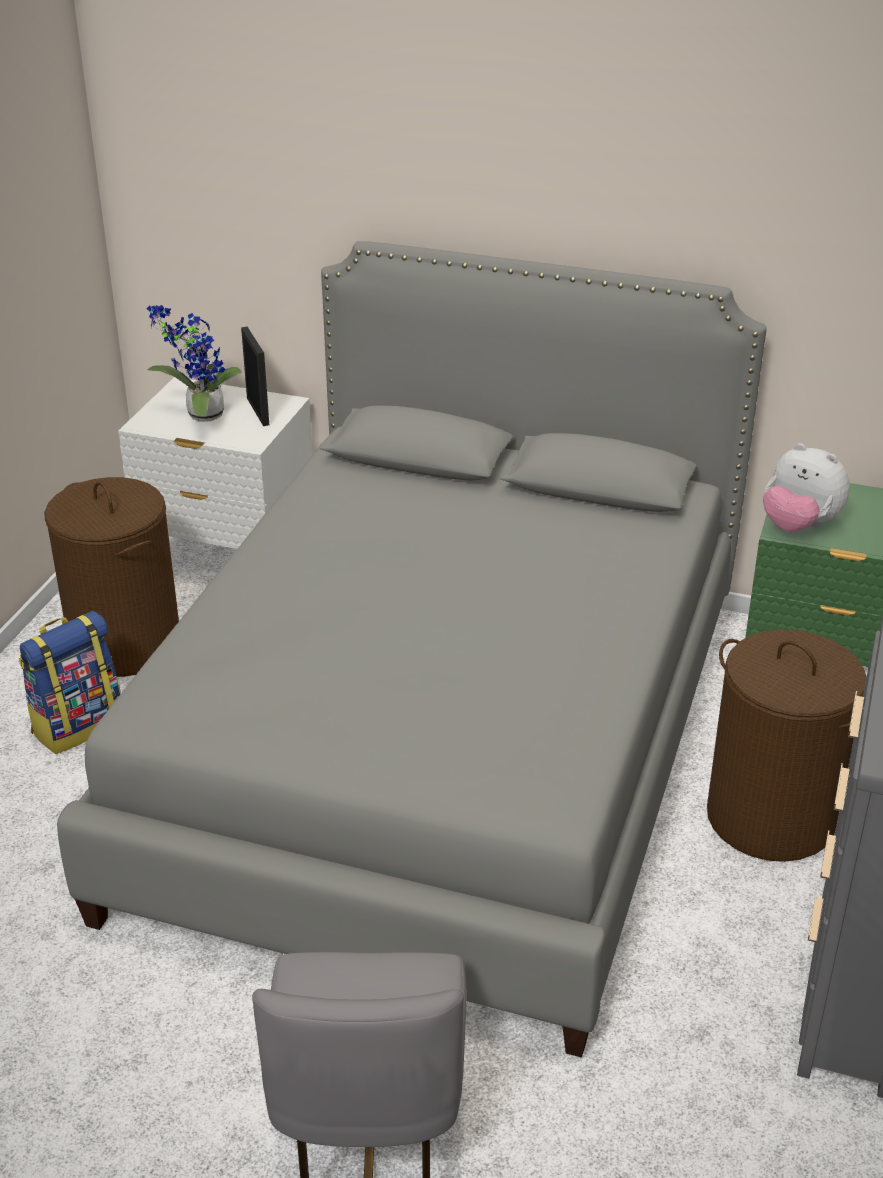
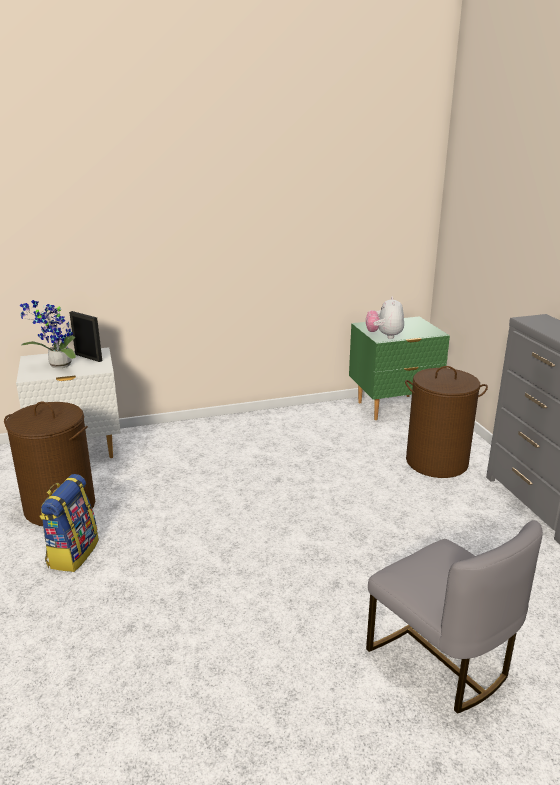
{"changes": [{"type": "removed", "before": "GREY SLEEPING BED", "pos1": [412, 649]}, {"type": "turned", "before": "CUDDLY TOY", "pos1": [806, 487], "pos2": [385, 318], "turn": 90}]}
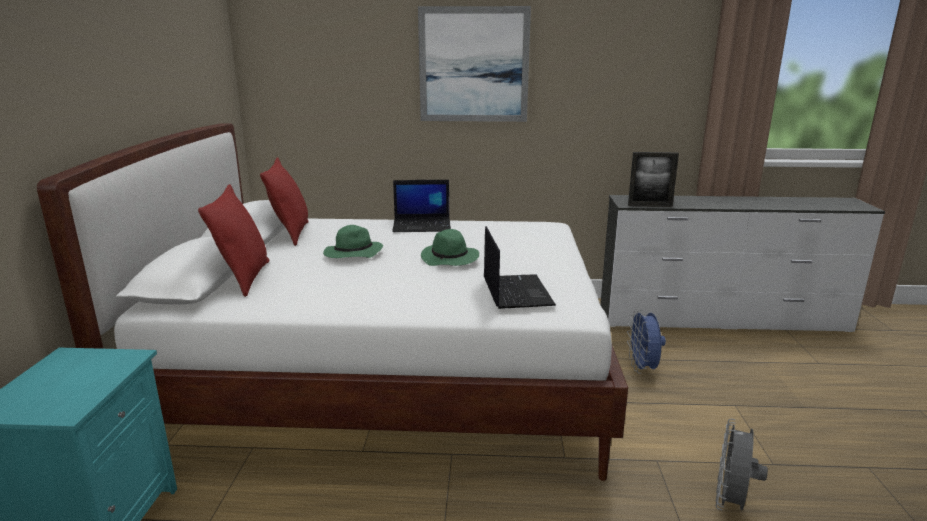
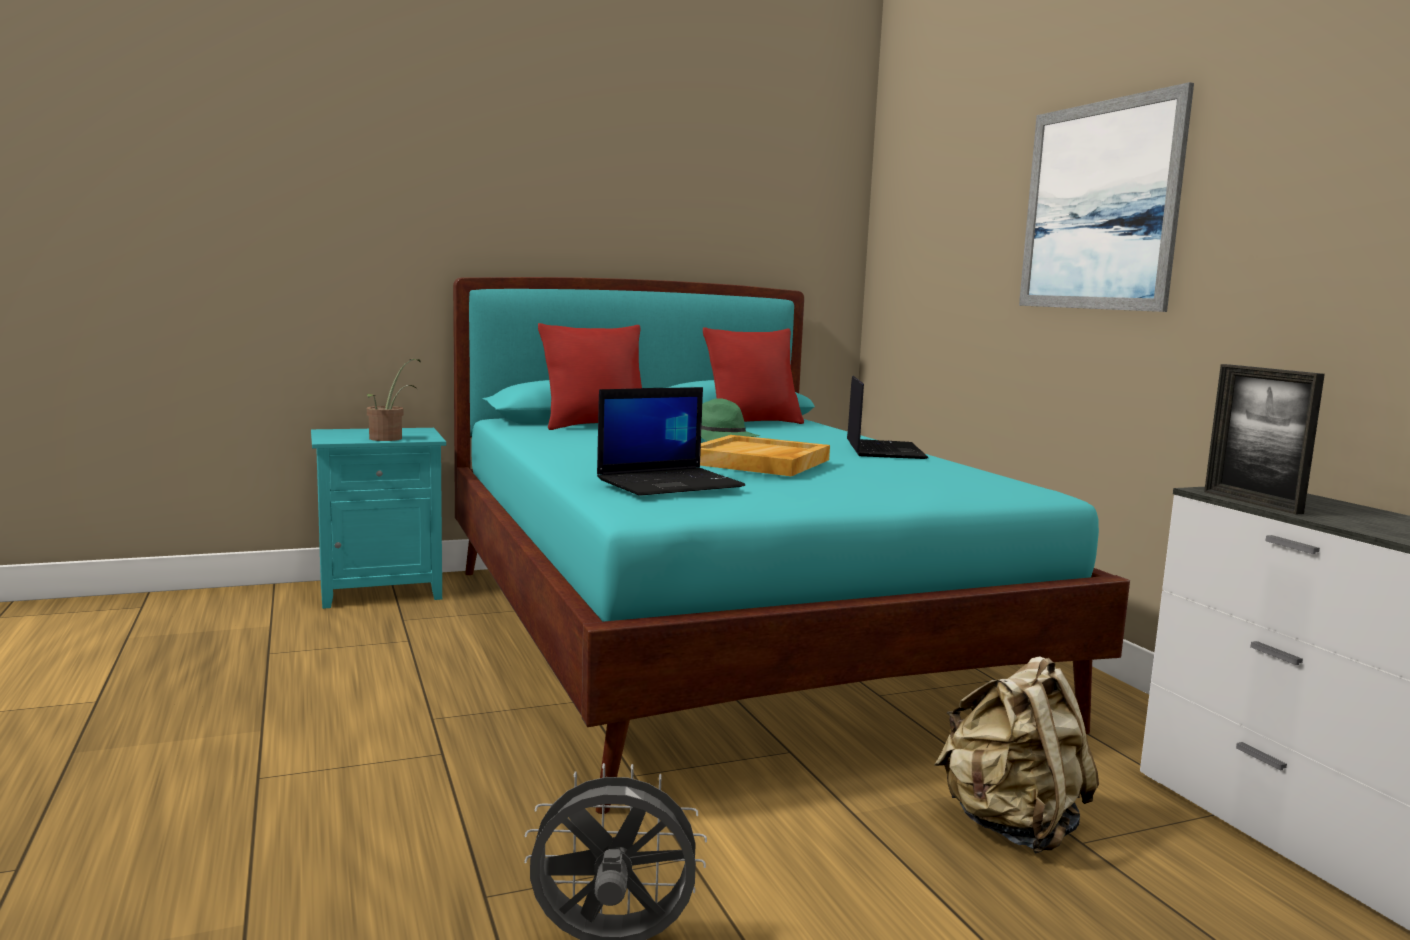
{"changes": [{"type": "added", "after": "POTTED PLANT", "pos2": [394, 400]}, {"type": "replaced", "before": "GREENISH HAT", "after": "BEIGE CARRYING TRAY", "pos1": [450, 247], "pos2": [765, 455]}, {"type": "replaced", "before": "BLUISH COOLING FAN", "after": "BEIGE RUCKSACK", "pos1": [646, 341], "pos2": [1016, 755]}, {"type": "recoloured", "before": "WHITE SLEEPING BED", "after": "BLUE-GREEN SLEEPING BED", "pos1": [332, 302], "pos2": [791, 545]}, {"type": "turned", "before": "NOTEBOOK COMPUTER", "pos1": [421, 206], "pos2": [887, 417], "turn": -150}]}
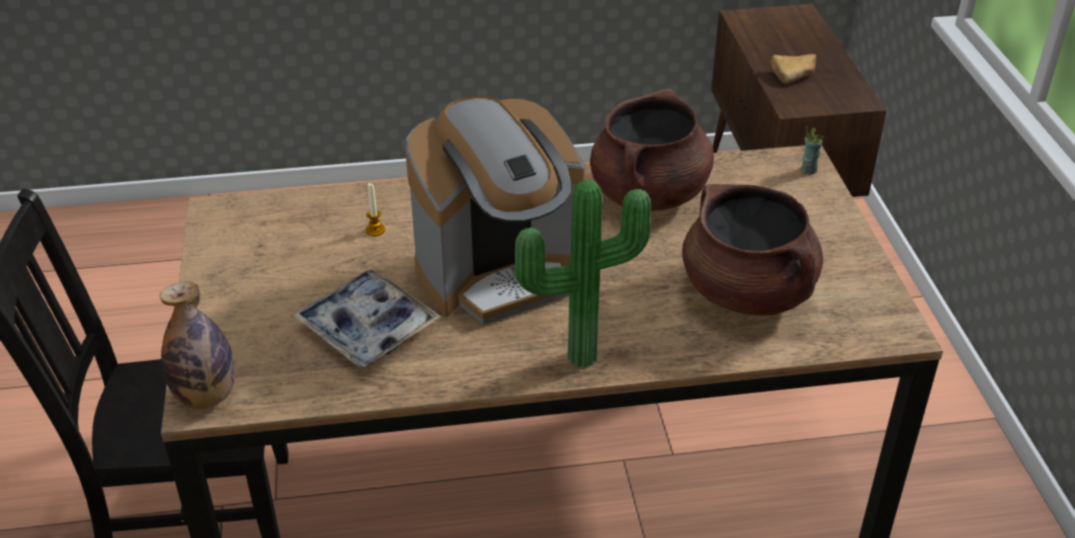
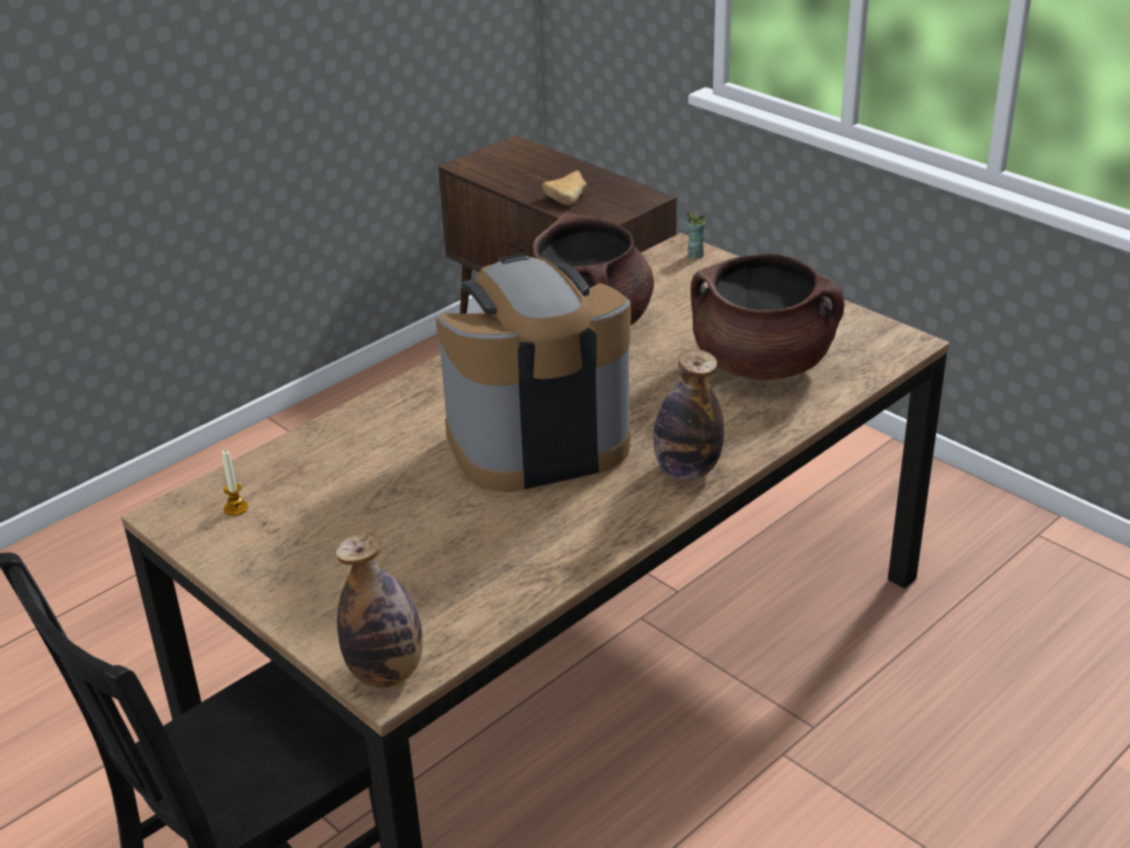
{"changes": [{"type": "removed", "before": "CARRYING TRAY", "pos1": [366, 318]}, {"type": "moved", "before": "WAX LIGHT", "pos1": [375, 209], "pos2": [235, 483]}, {"type": "replaced", "before": "POTTED PLANT", "after": "DRINK BOTTLE", "pos1": [583, 274], "pos2": [688, 414]}, {"type": "turned", "before": "COFFEE BREWER", "pos1": [495, 210], "pos2": [533, 373], "turn": -135}]}
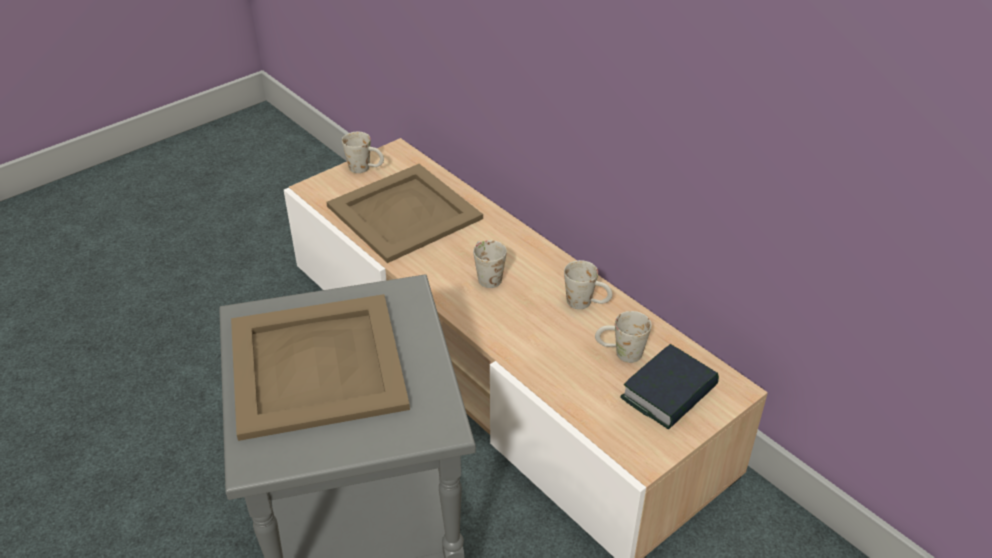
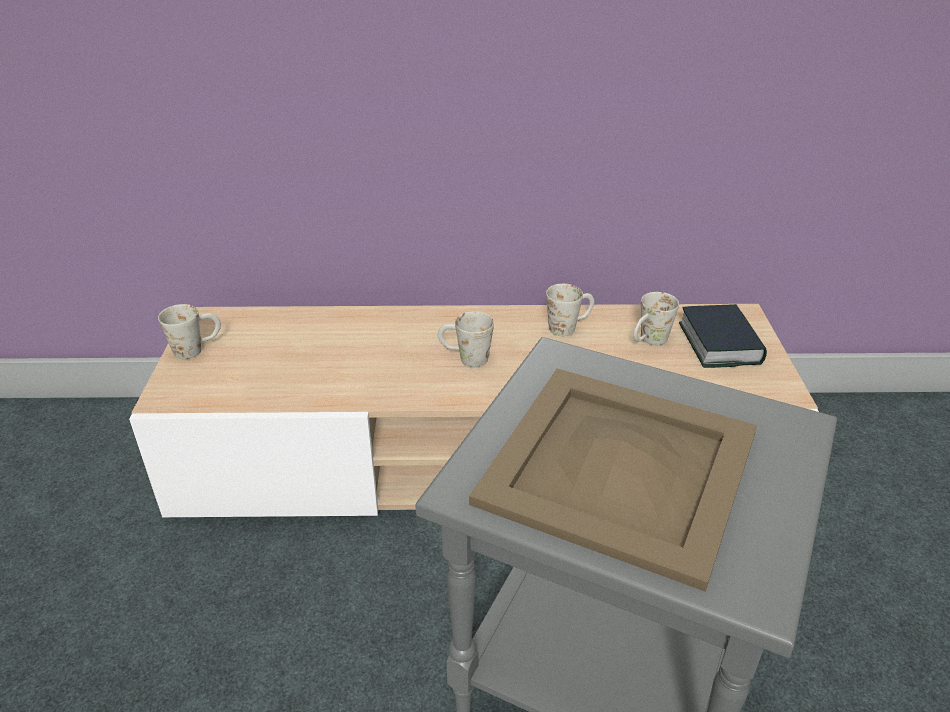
{"changes": [{"type": "removed", "before": "BEIGE CARRYING TRAY", "pos1": [404, 213]}]}
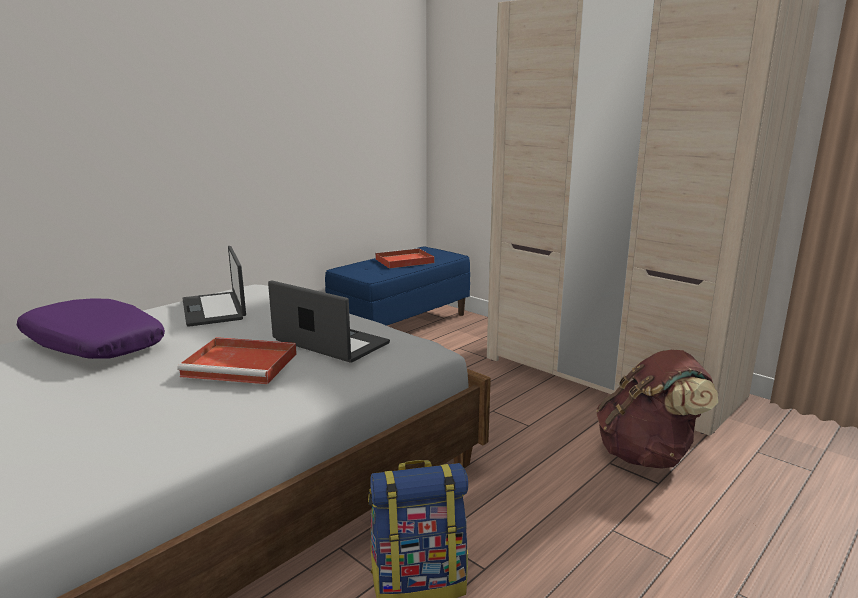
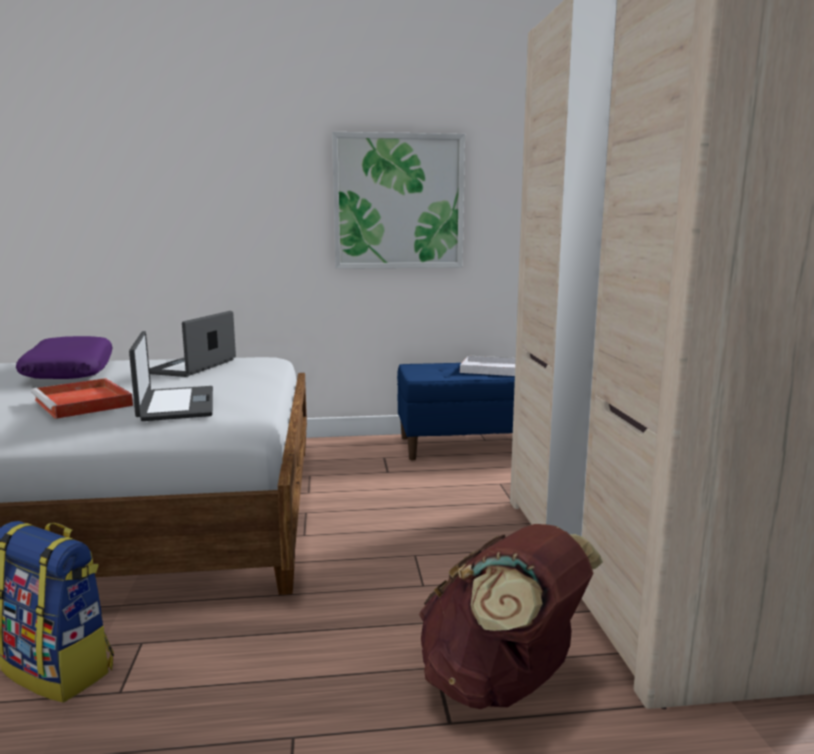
{"changes": [{"type": "added", "after": "WALL ART", "pos2": [398, 200]}, {"type": "recoloured", "before": "RED-COLOURED CARRYING TRAY", "after": "WHITE CARRYING TRAY", "pos1": [405, 258], "pos2": [488, 366]}]}
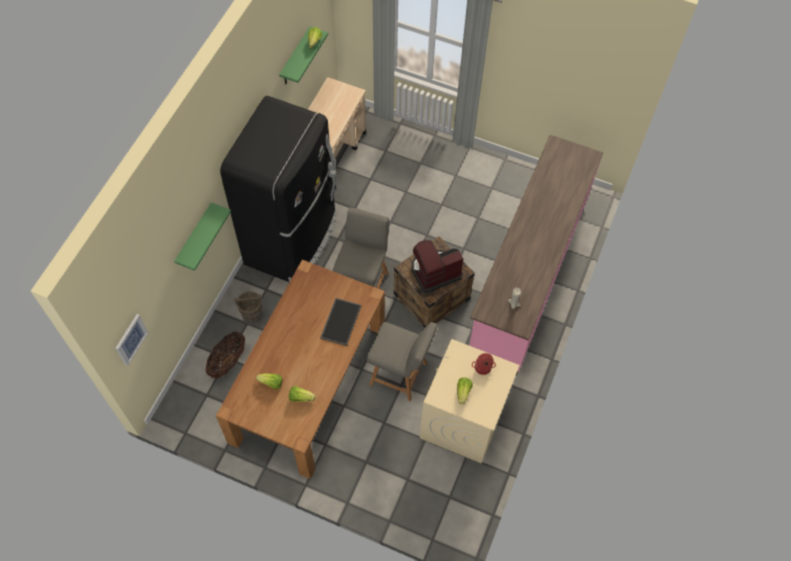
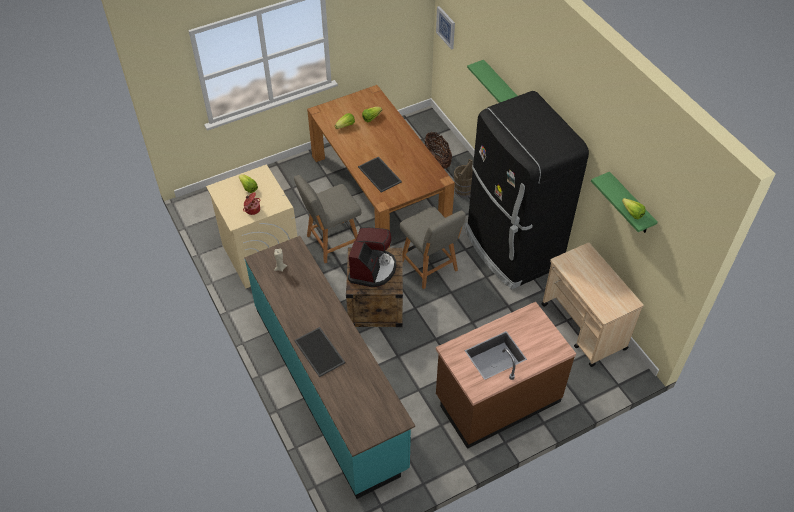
{"changes": [{"type": "added", "after": "CARRYING TRAY", "pos2": [319, 352]}, {"type": "added", "after": "BROWN-COLOURED KITCHEN BASE UNIT", "pos2": [506, 375]}, {"type": "recoloured", "before": "PINK KITCHEN BASE UNIT", "after": "BLUE-GREEN KITCHEN BASE UNIT", "pos1": [536, 255], "pos2": [329, 367]}]}
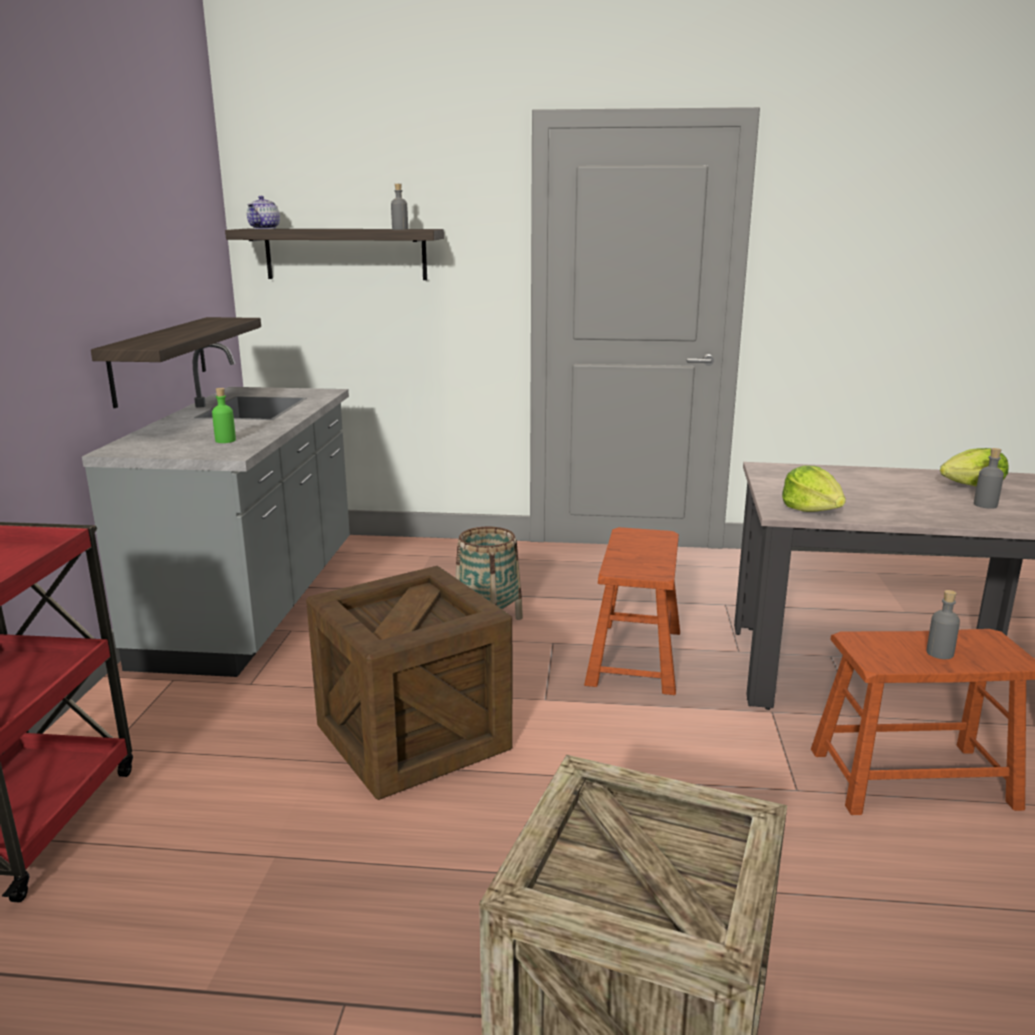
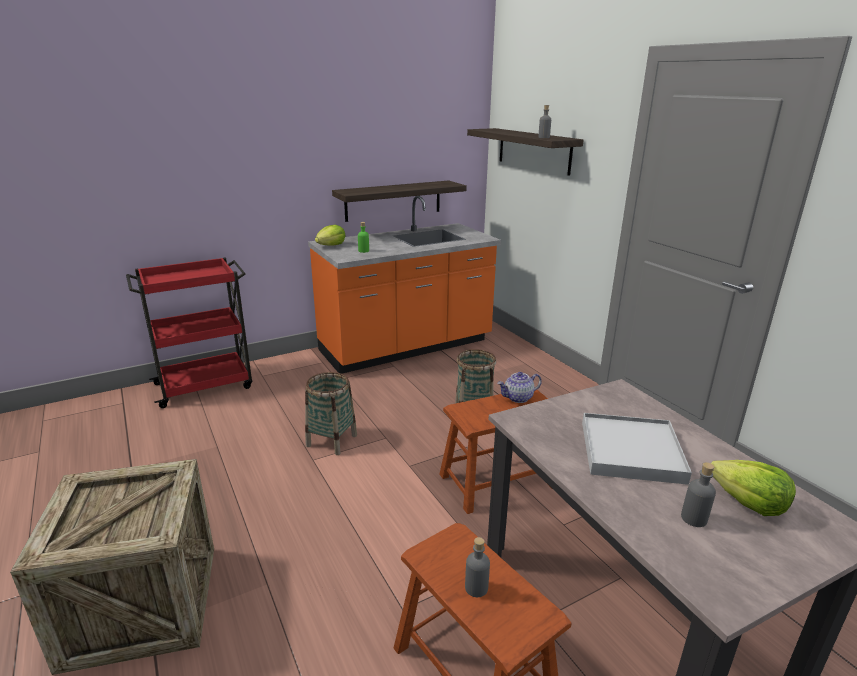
{"changes": [{"type": "added", "after": "WHITE CARRYING TRAY", "pos2": [637, 449]}, {"type": "moved", "before": "POT FOR TEA", "pos1": [263, 212], "pos2": [520, 387]}, {"type": "moved", "before": "LETTUCE", "pos1": [814, 488], "pos2": [330, 235]}, {"type": "replaced", "before": "CRATE", "after": "HOUSEHOLD BASKET", "pos1": [409, 683], "pos2": [331, 413]}, {"type": "recoloured", "before": "GREY KITCHEN BASE UNIT", "after": "ORANGEY KITCHEN BASE UNIT", "pos1": [216, 510], "pos2": [404, 285]}]}
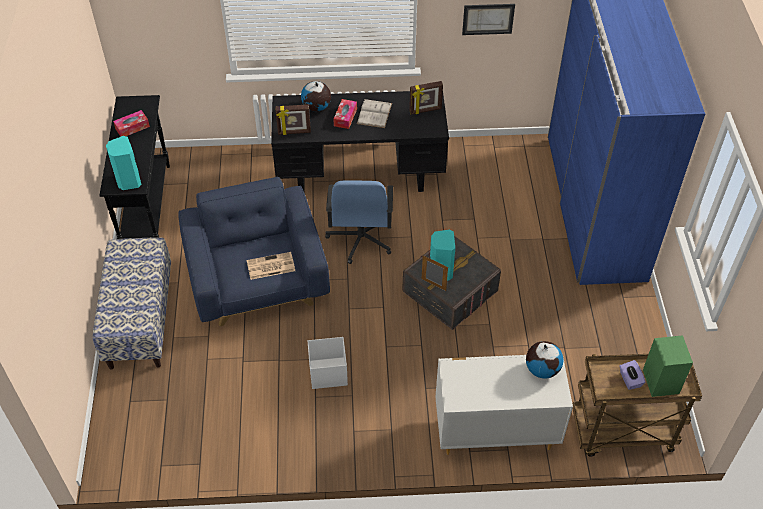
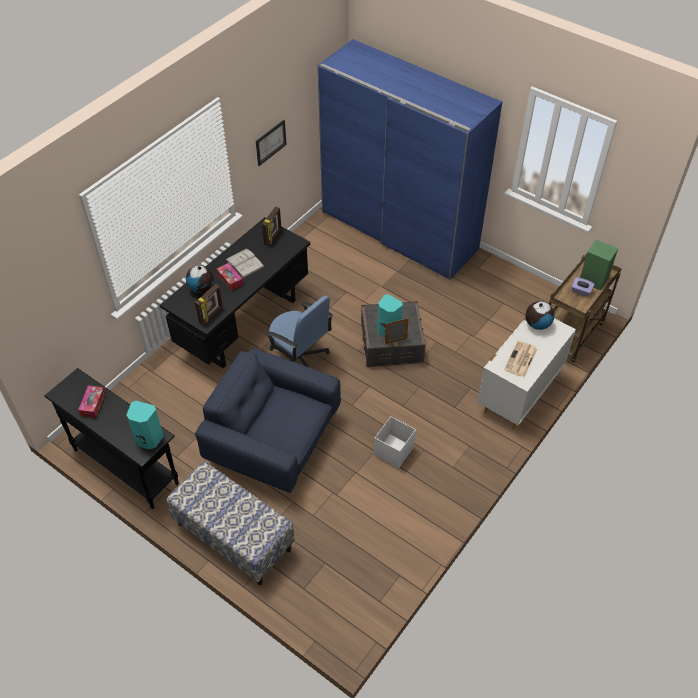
{"changes": [{"type": "moved", "before": "NEWSPAPER", "pos1": [271, 266], "pos2": [520, 359]}]}
